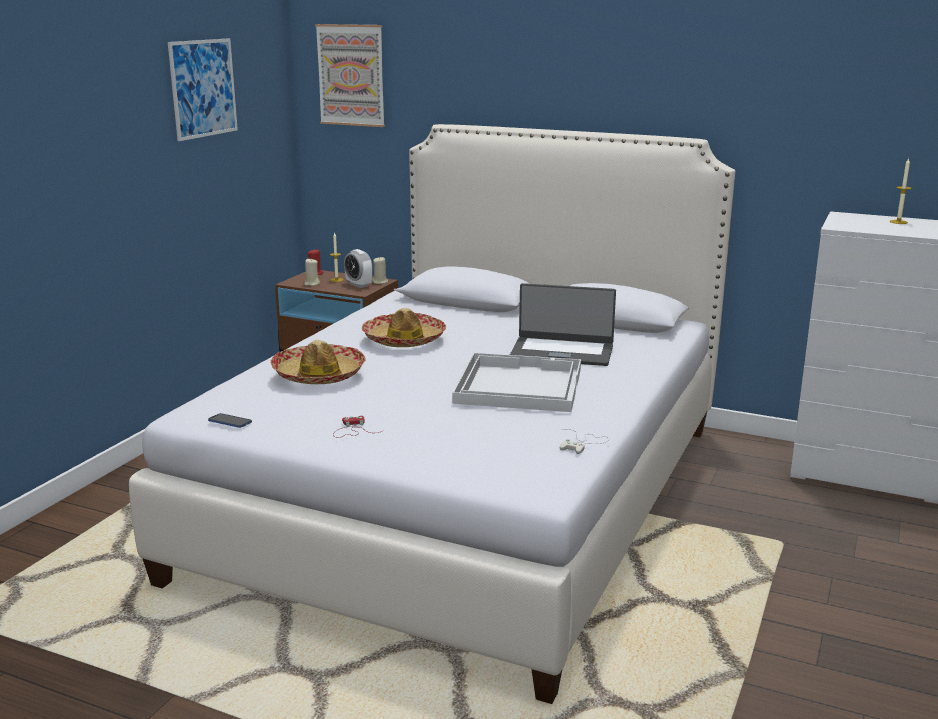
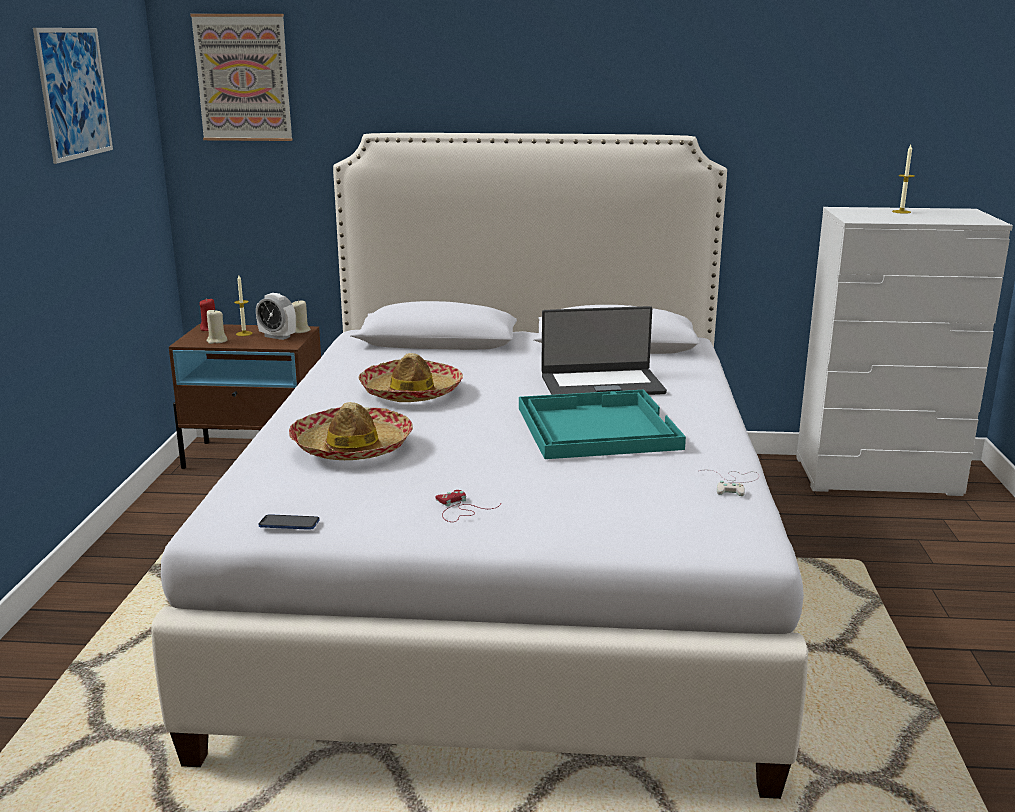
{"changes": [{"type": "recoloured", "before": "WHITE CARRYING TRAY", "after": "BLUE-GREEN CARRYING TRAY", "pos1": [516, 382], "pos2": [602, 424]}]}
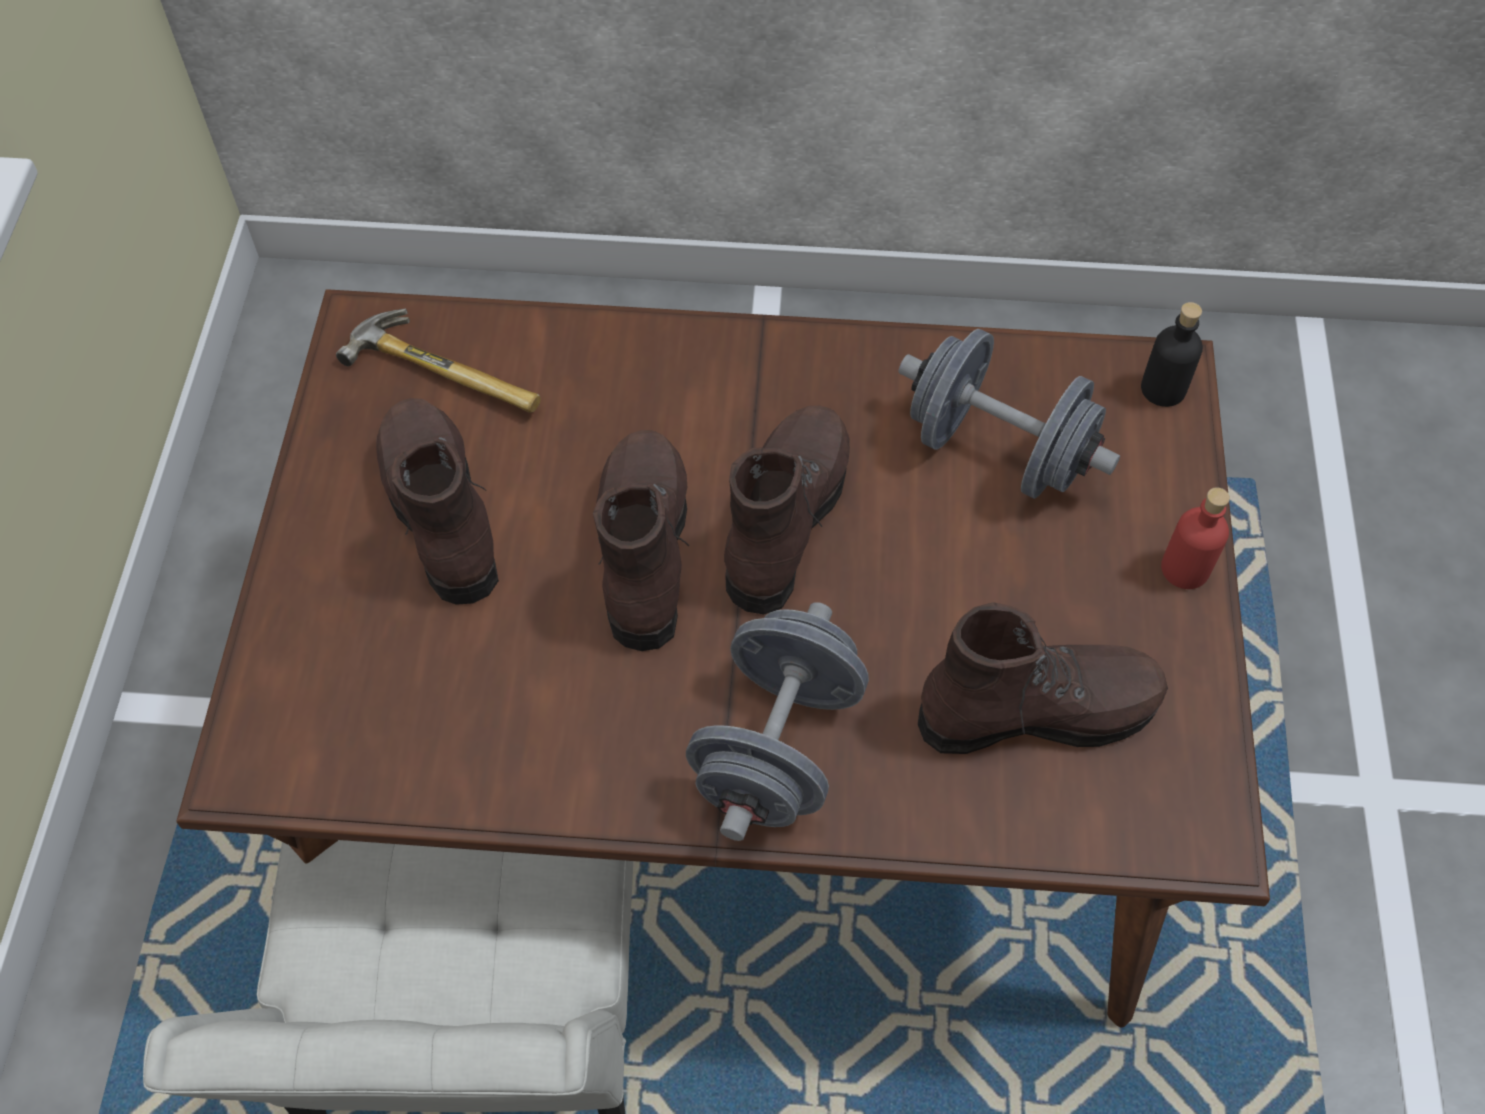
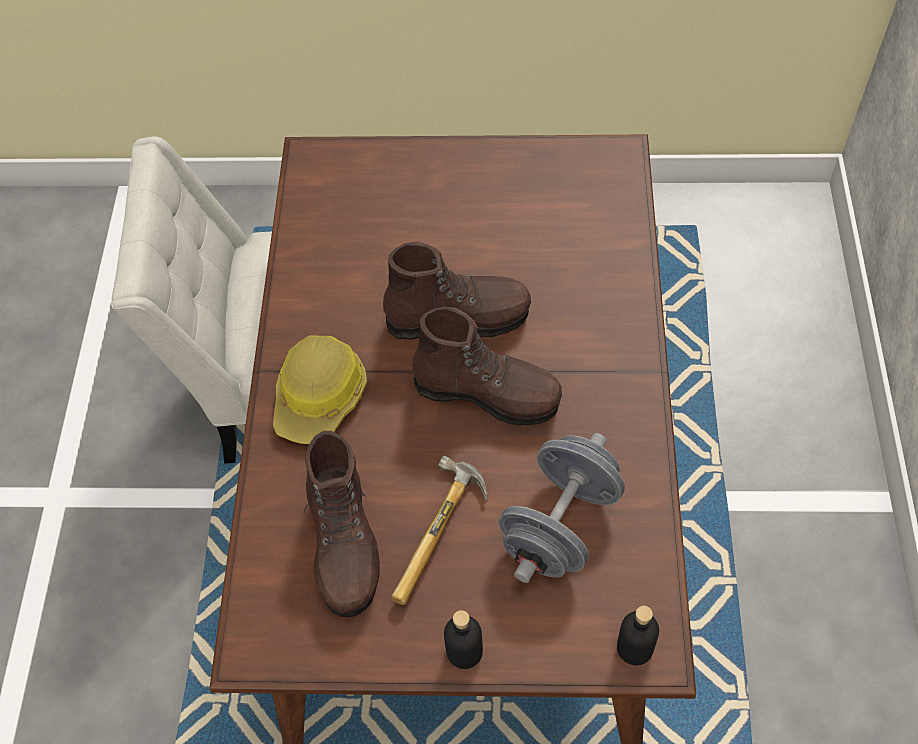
{"changes": [{"type": "removed", "before": "BROWN-COLOURED HIGH-TOP BOOT", "pos1": [437, 501]}, {"type": "moved", "before": "TOOL HAMMER", "pos1": [438, 361], "pos2": [439, 530]}, {"type": "replaced", "before": "GREY DUMBBELL", "after": "HARD HAT", "pos1": [777, 721], "pos2": [320, 389]}, {"type": "recoloured", "before": "RED-COLOURED DRINK BOTTLE", "after": "BLACK DRINK BOTTLE", "pos1": [1195, 538], "pos2": [463, 639]}]}
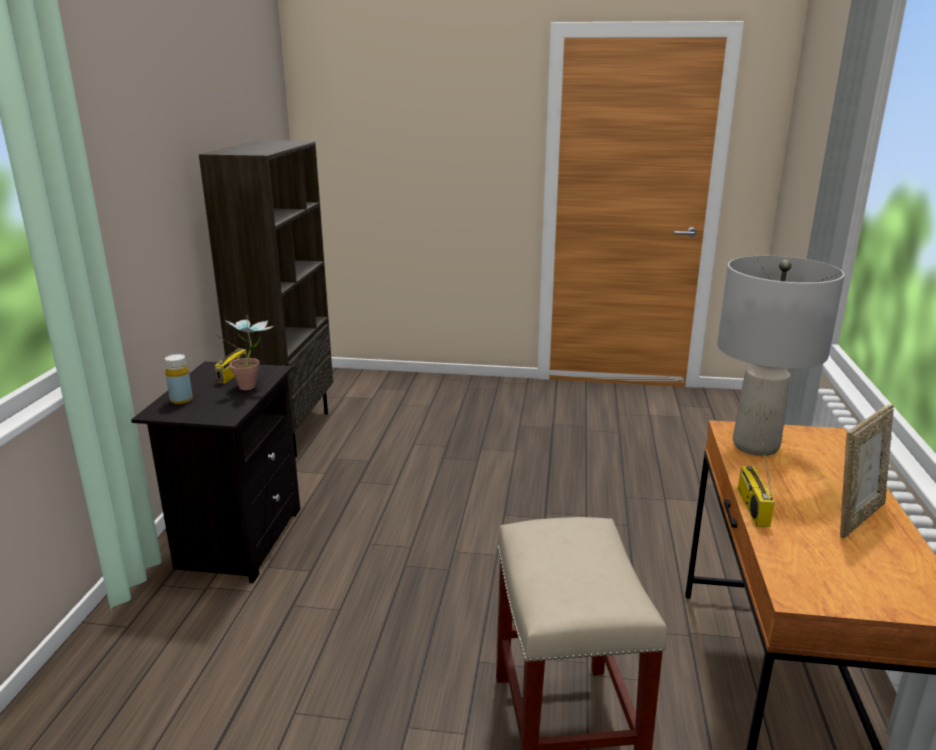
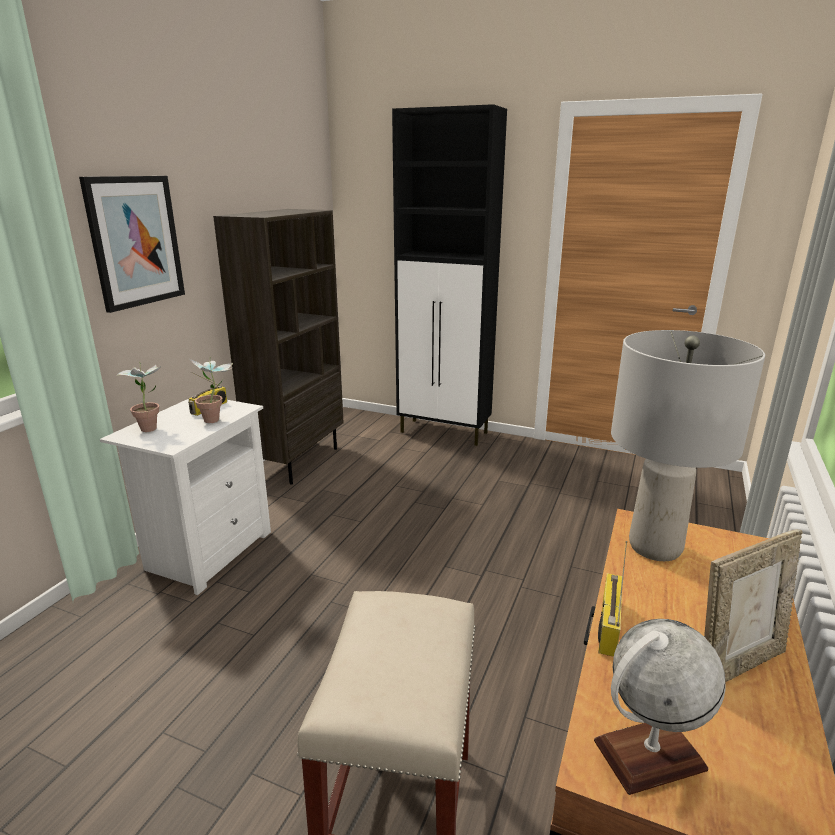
{"changes": [{"type": "added", "after": "WALL ART", "pos2": [132, 244]}, {"type": "added", "after": "BLACK CABINET", "pos2": [449, 275]}, {"type": "added", "after": "DESK GLOBE", "pos2": [660, 707]}, {"type": "replaced", "before": "YELLOW DRINK BOTTLE", "after": "POTTED PLANT", "pos1": [179, 379], "pos2": [138, 397]}, {"type": "recoloured", "before": "BLACK NIGHT TABLE", "after": "WHITE NIGHT TABLE", "pos1": [215, 472], "pos2": [185, 497]}]}
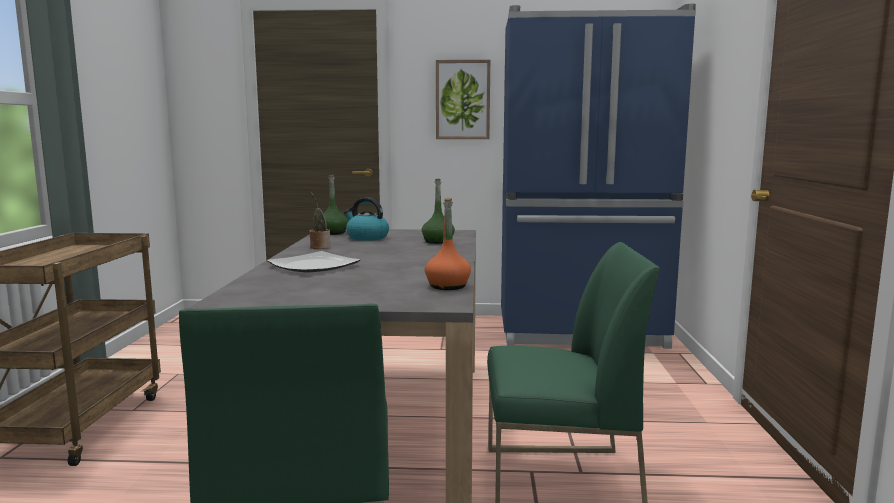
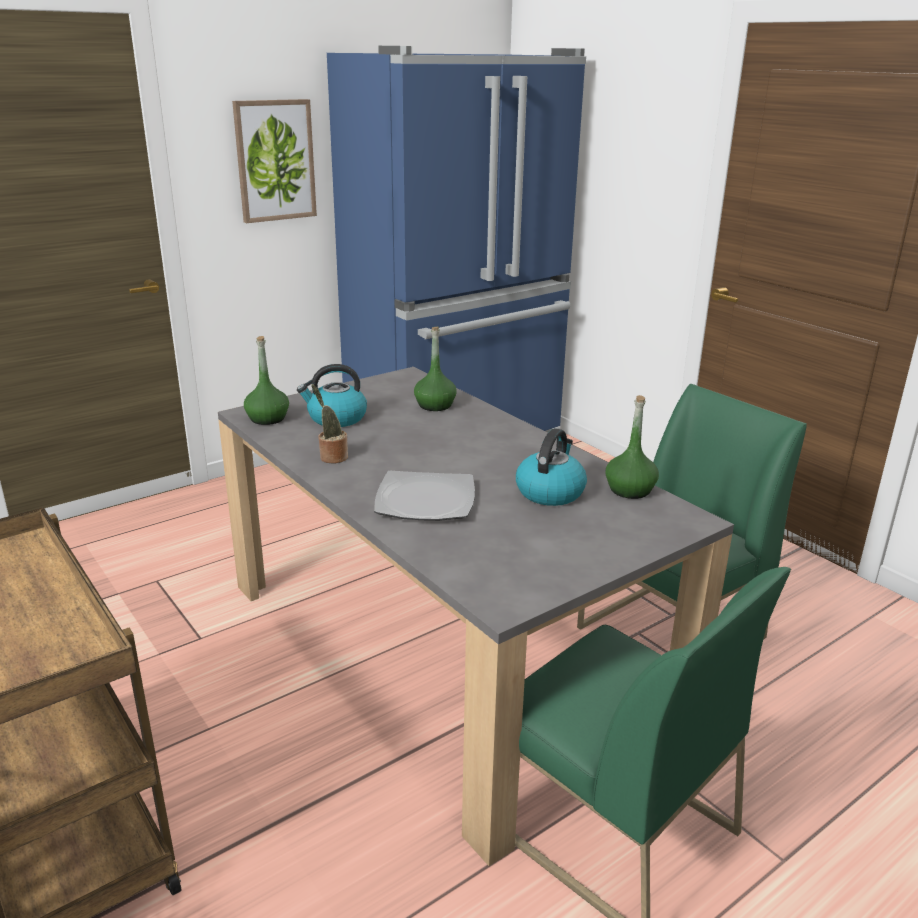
{"changes": [{"type": "added", "after": "KETTLE", "pos2": [551, 467]}, {"type": "recoloured", "before": "ORANGEY DRINK BOTTLE", "after": "GREENISH DRINK BOTTLE", "pos1": [448, 244], "pos2": [632, 447]}]}
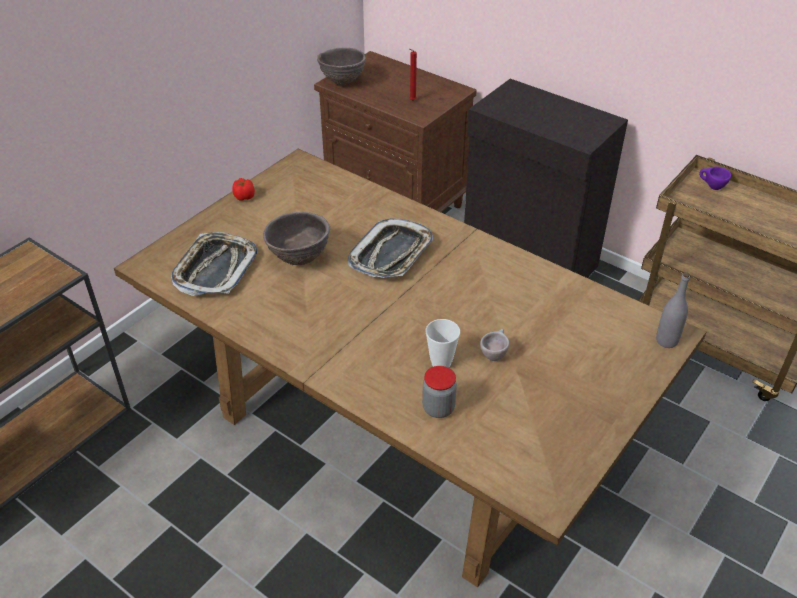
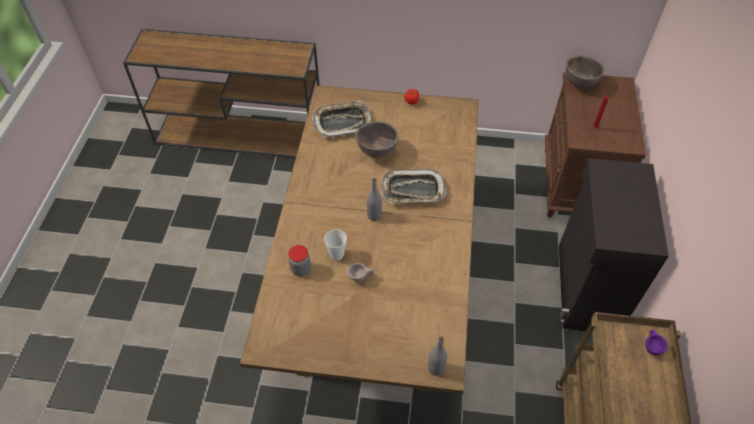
{"changes": [{"type": "added", "after": "GREY DRINK BOTTLE", "pos2": [374, 199]}]}
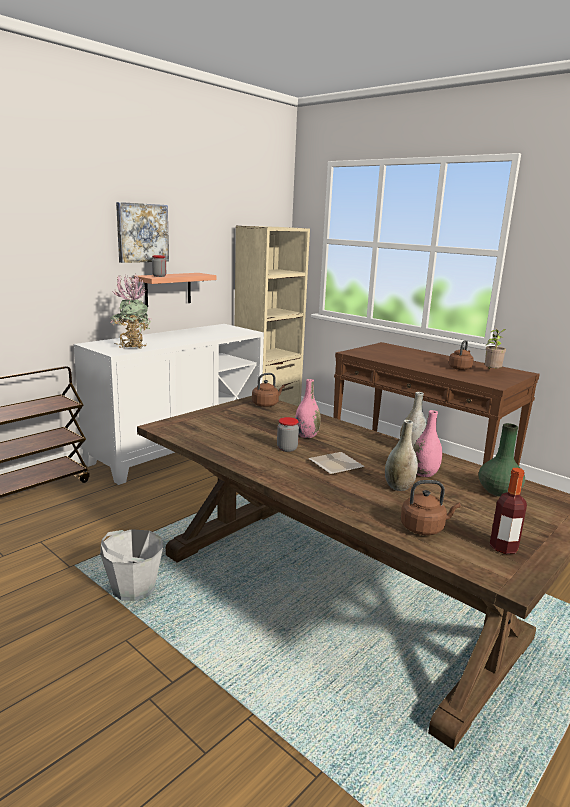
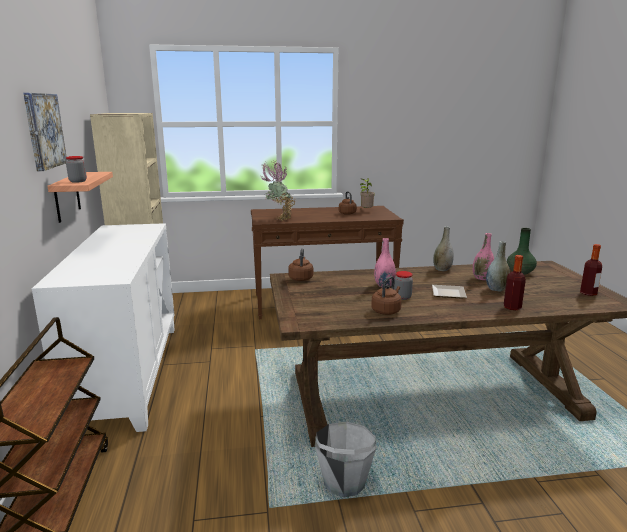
{"changes": [{"type": "added", "after": "DRINK BOTTLE", "pos2": [515, 282]}, {"type": "moved", "before": "POTTED PLANT", "pos1": [130, 312], "pos2": [277, 191]}, {"type": "moved", "before": "BROWN-COLOURED KETTLE", "pos1": [431, 507], "pos2": [386, 295]}]}
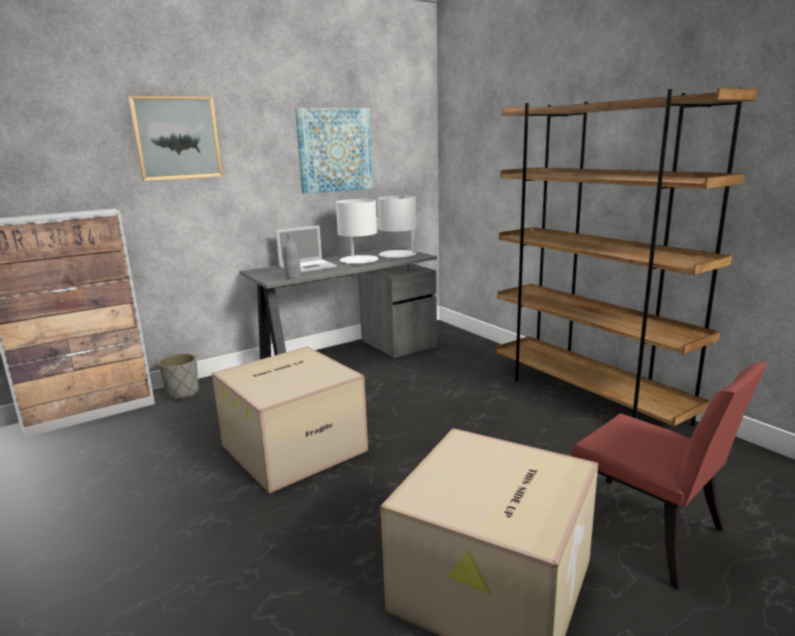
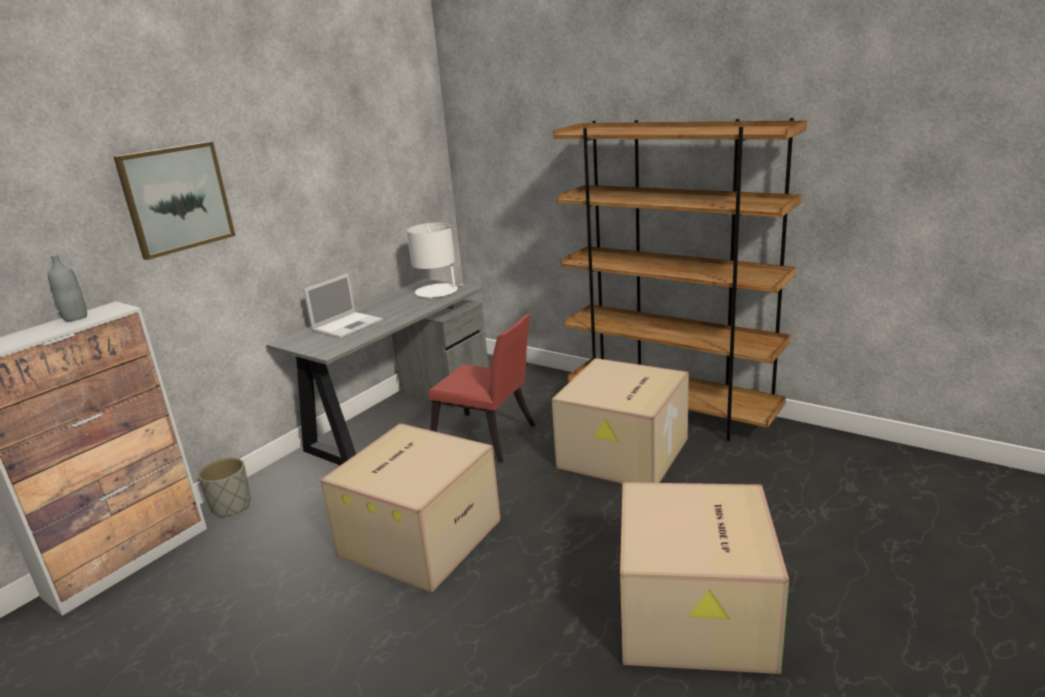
{"changes": [{"type": "removed", "before": "WALL ART", "pos1": [334, 151]}, {"type": "removed", "before": "WHITE TABLETOP LAMP", "pos1": [357, 232]}, {"type": "added", "after": "PACKING BOX", "pos2": [620, 421]}, {"type": "moved", "before": "GREY DRINK BOTTLE", "pos1": [292, 256], "pos2": [67, 287]}, {"type": "moved", "before": "RED-COLOURED PLAIN CHAIR", "pos1": [669, 476], "pos2": [482, 388]}]}
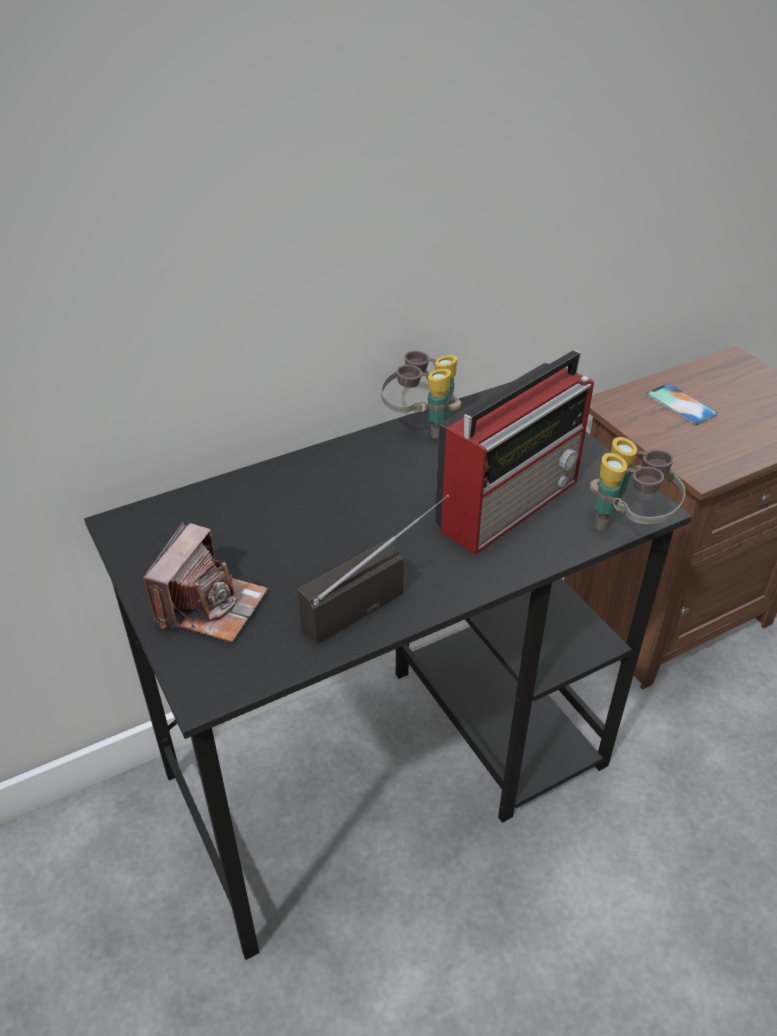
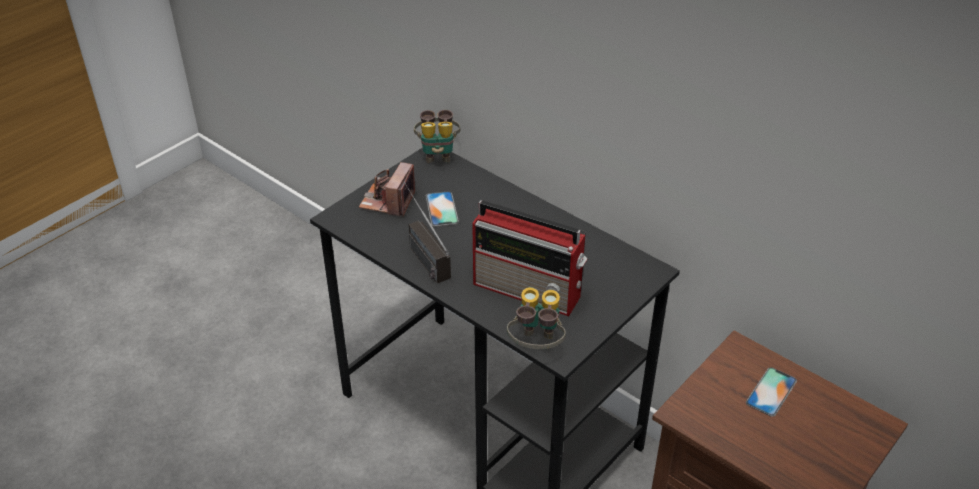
{"changes": [{"type": "added", "after": "PHONE", "pos2": [442, 209]}, {"type": "moved", "before": "PAIR OF BINOCULARS", "pos1": [421, 395], "pos2": [437, 136]}, {"type": "turned", "before": "PHOTO CAMERA", "pos1": [205, 583], "pos2": [387, 189], "turn": 105}, {"type": "turned", "before": "RADIO RECEIVER", "pos1": [373, 569], "pos2": [427, 233], "turn": -150}]}
